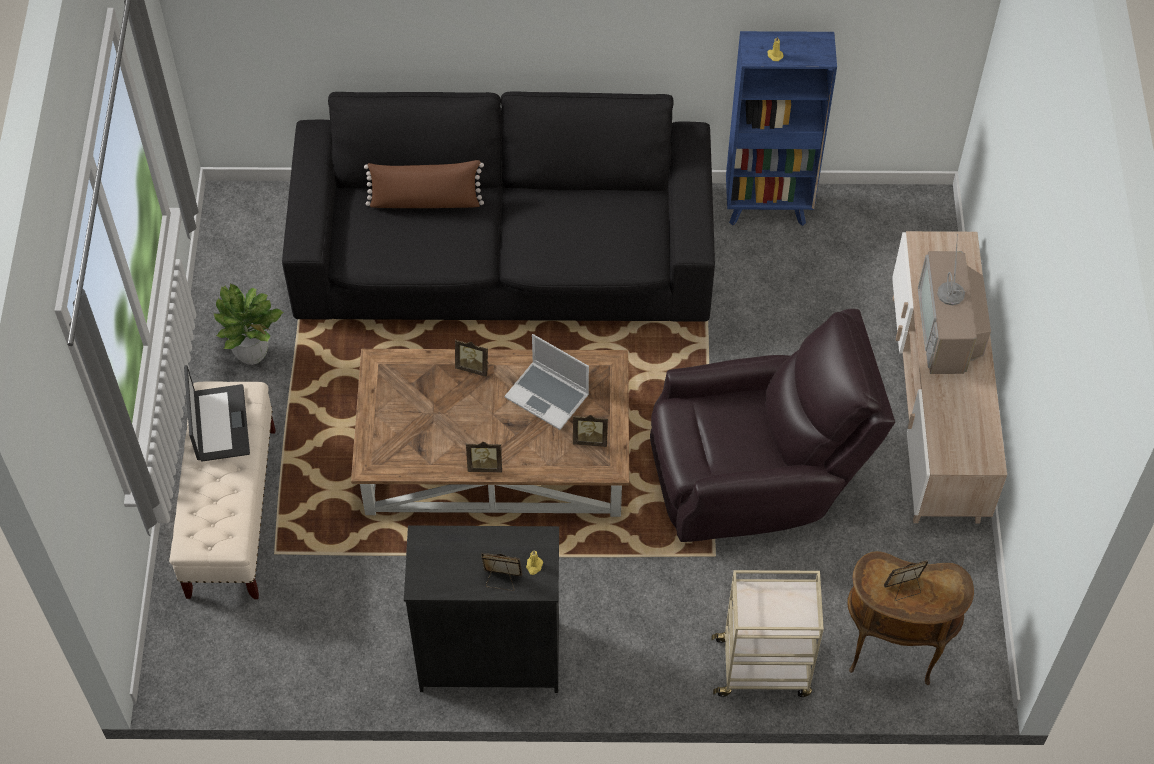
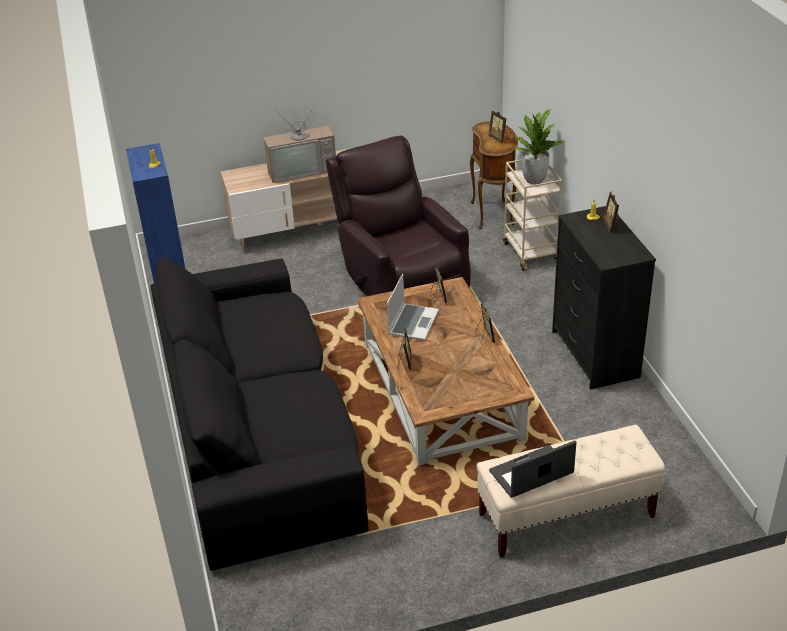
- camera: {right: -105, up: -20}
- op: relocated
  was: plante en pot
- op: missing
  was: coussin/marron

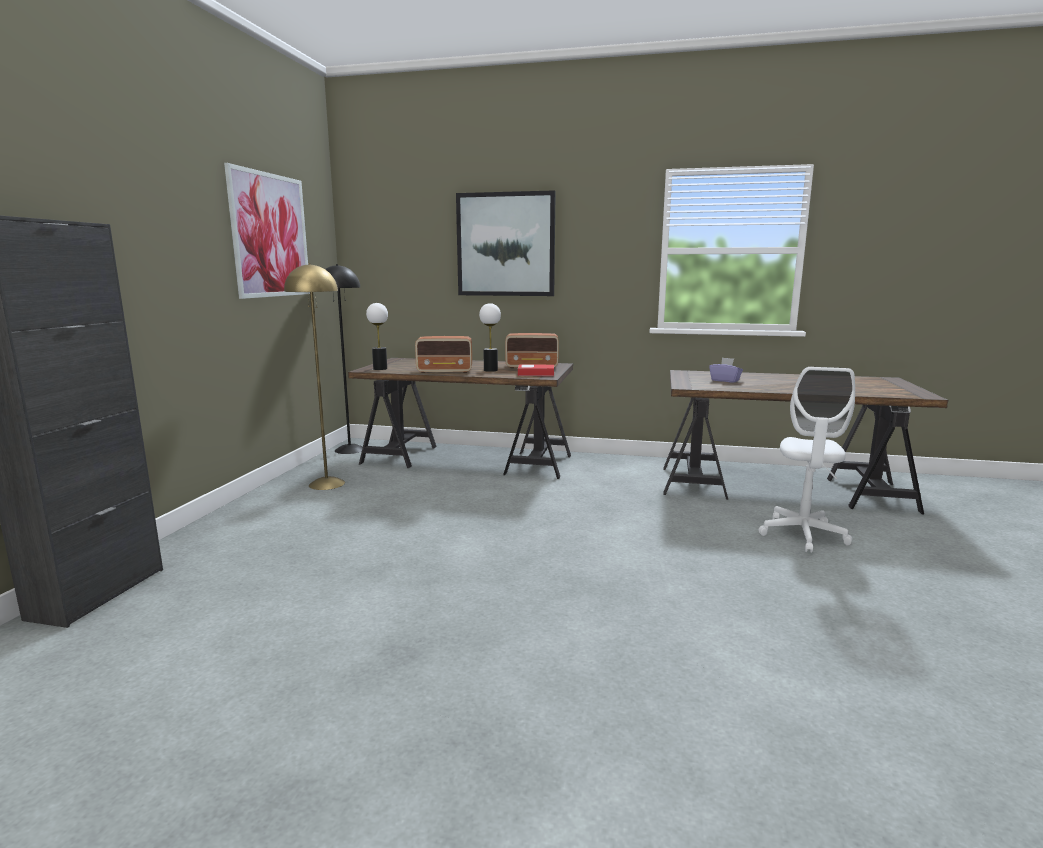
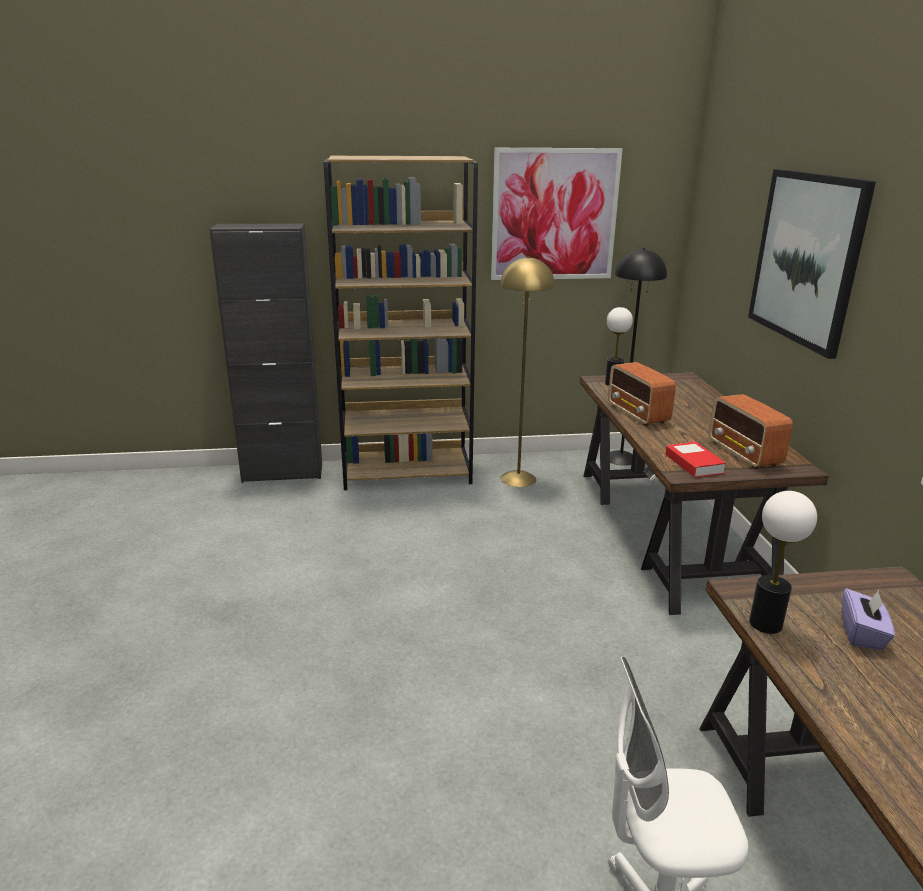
- camera: {right: 70, up: 10}
- op: appeared
  now: bibliothèque/marron
- op: relocated
  was: lampe de table (no. 2 from left)

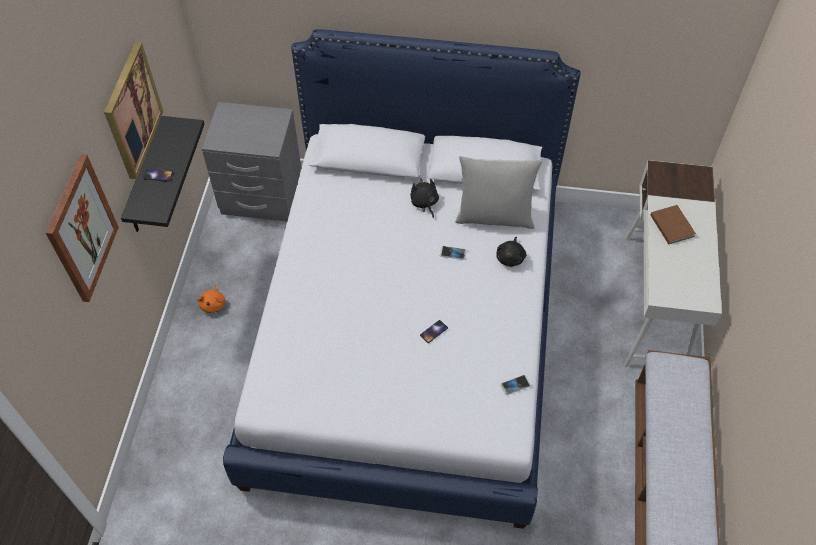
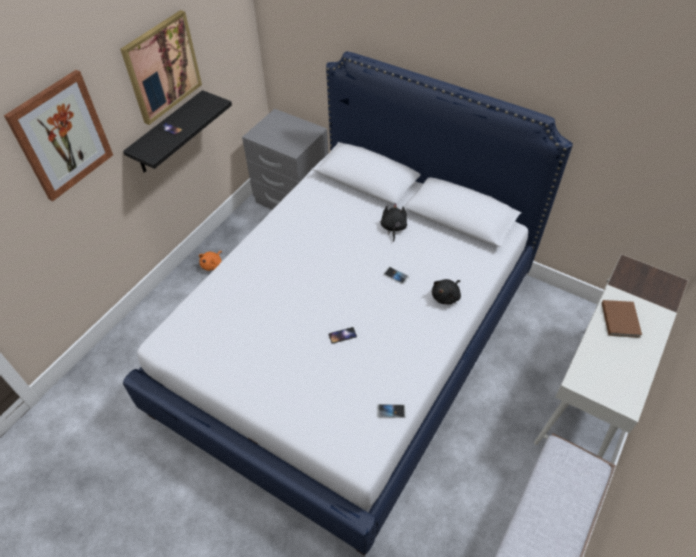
- camera: {right: 25, up: -5}
- op: missing
  was: coussin/gris

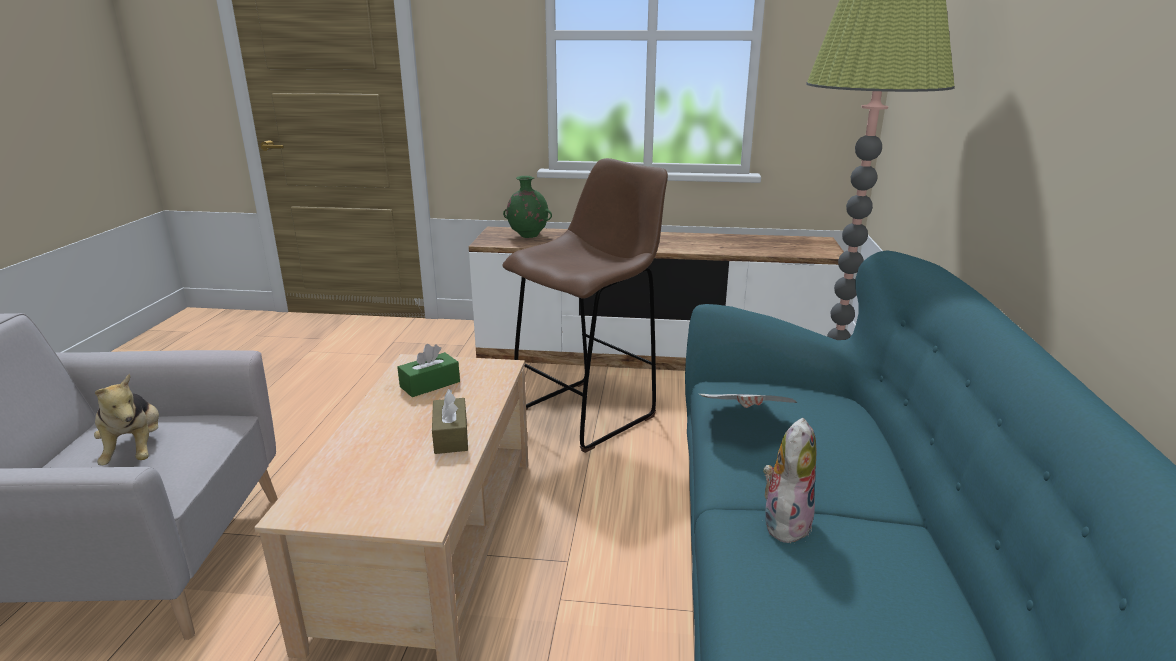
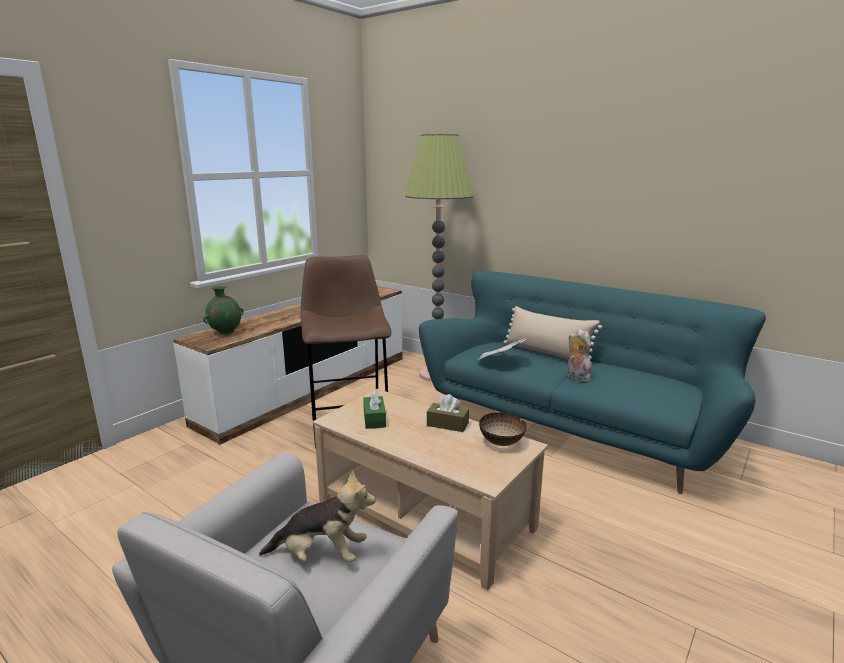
- camera: {right: -60, up: -5}
- op: appeared
  now: bol
- op: appeared
  now: coussin/beige

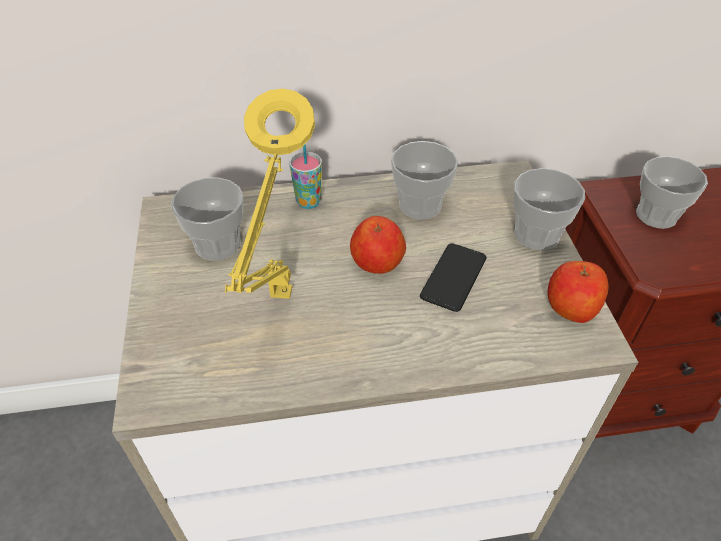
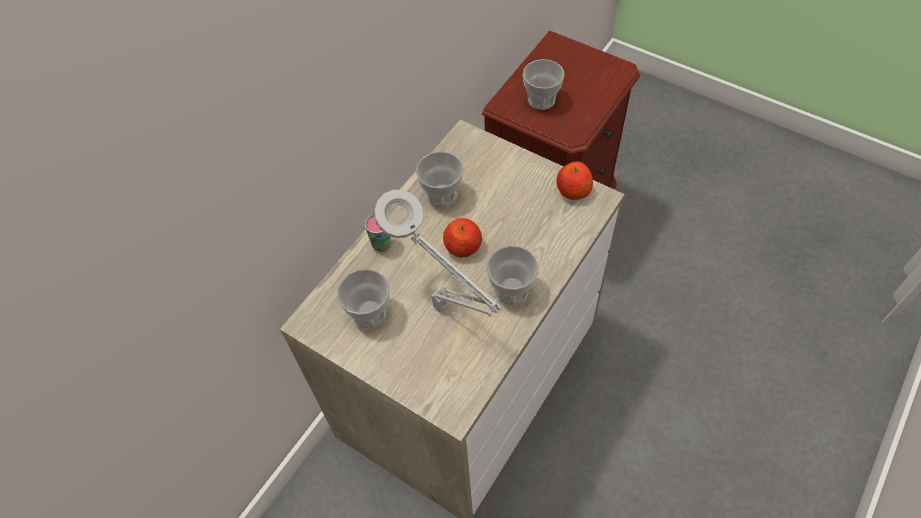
- camera: {right: -45, up: 10}
- op: colour
  was: lampe de table/jaune
  now: lampe de table/gris
- op: relocated
  was: tasse (no. 4 from left)
- op: missing
  was: téléphone

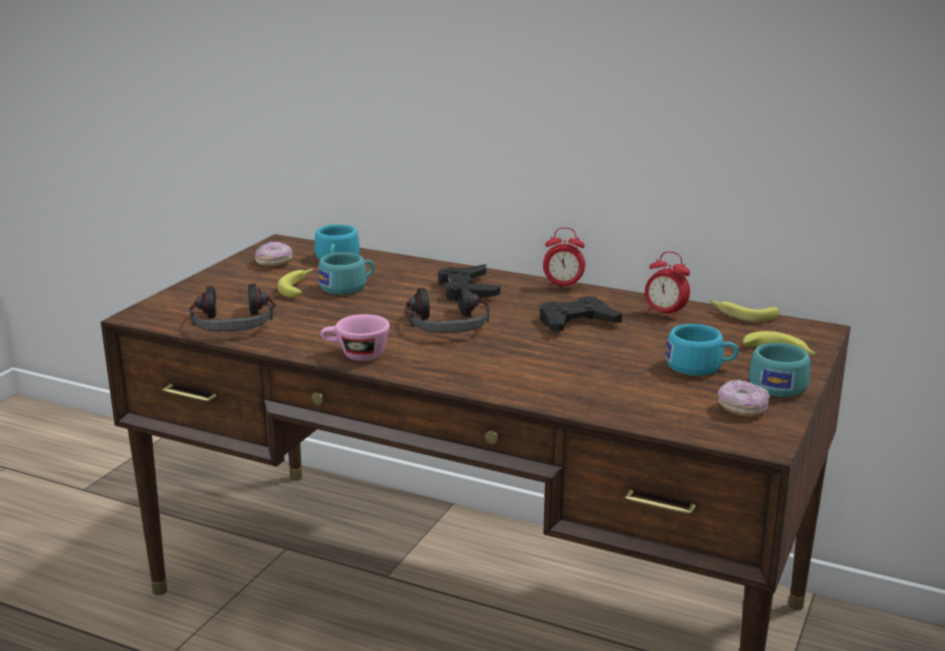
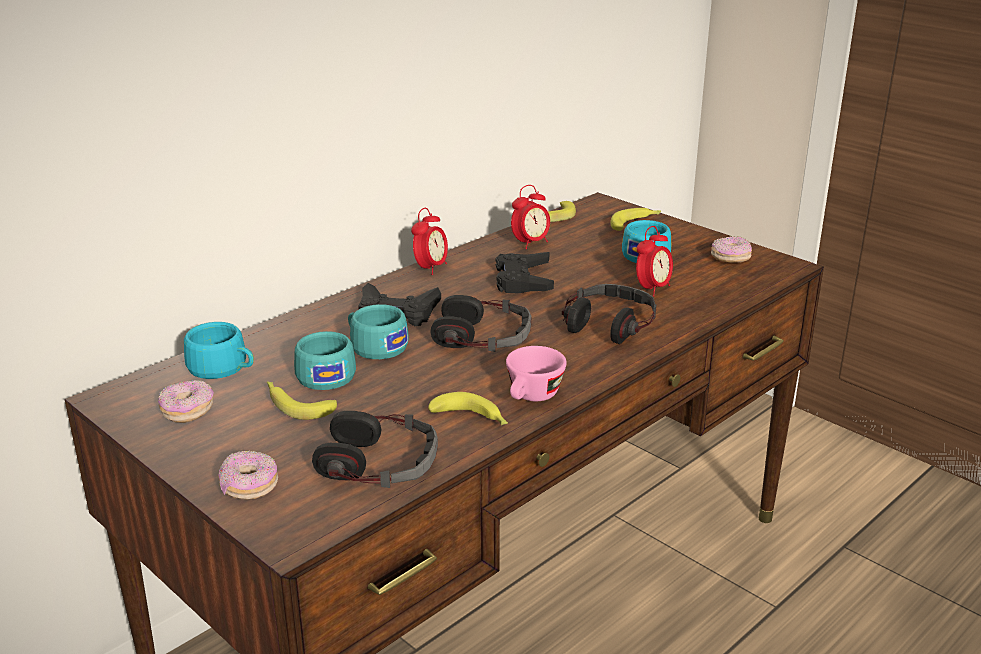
- camera: {right: -70, up: 5}
- op: appeared
  now: beignet (no. 2 from left)
- op: relocated
  was: tasse/turquoise (no. 4 from left in the first image)
  now: tasse/turquoise (no. 3 from left)
- op: appeared
  now: banane (no. 2 from left)
- op: appeared
  now: casque audio (no. 3 from left)
- op: appeared
  now: réveil (no. 3 from left)

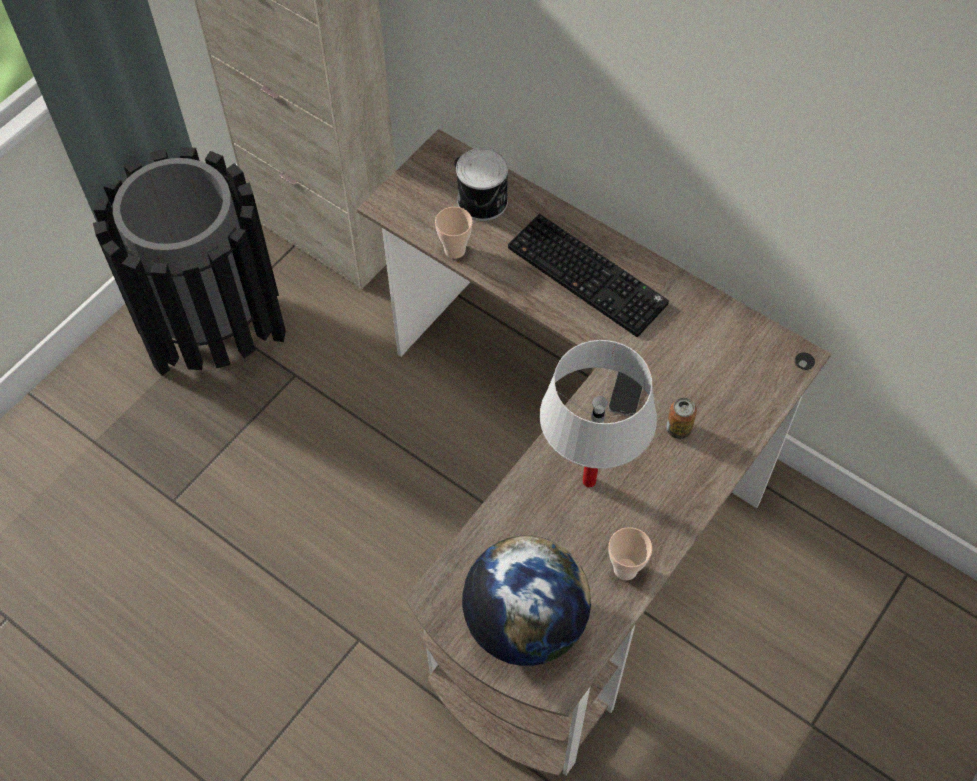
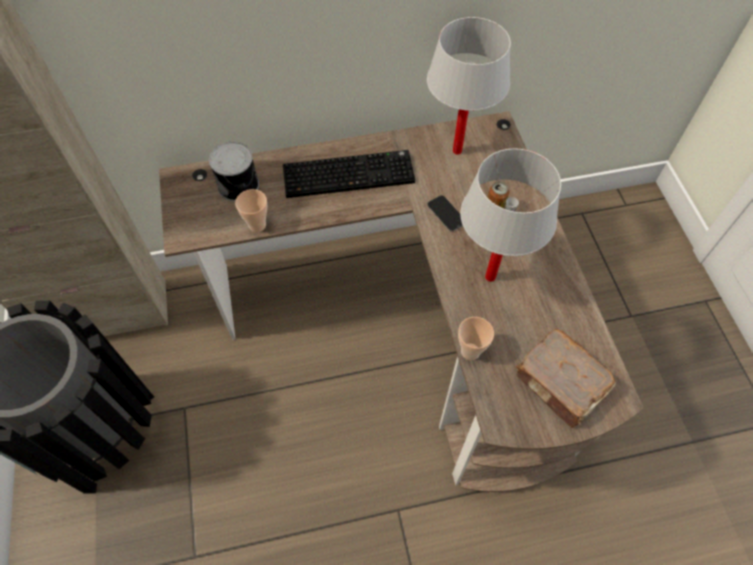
- camera: {right: -50, up: 0}
- op: appeared
  now: lampe de table/blanc (no. 1 from left)
- op: relocated
  was: tasse (no. 2 from left)
- op: exchanged
  was: globe
  now: livre/marron

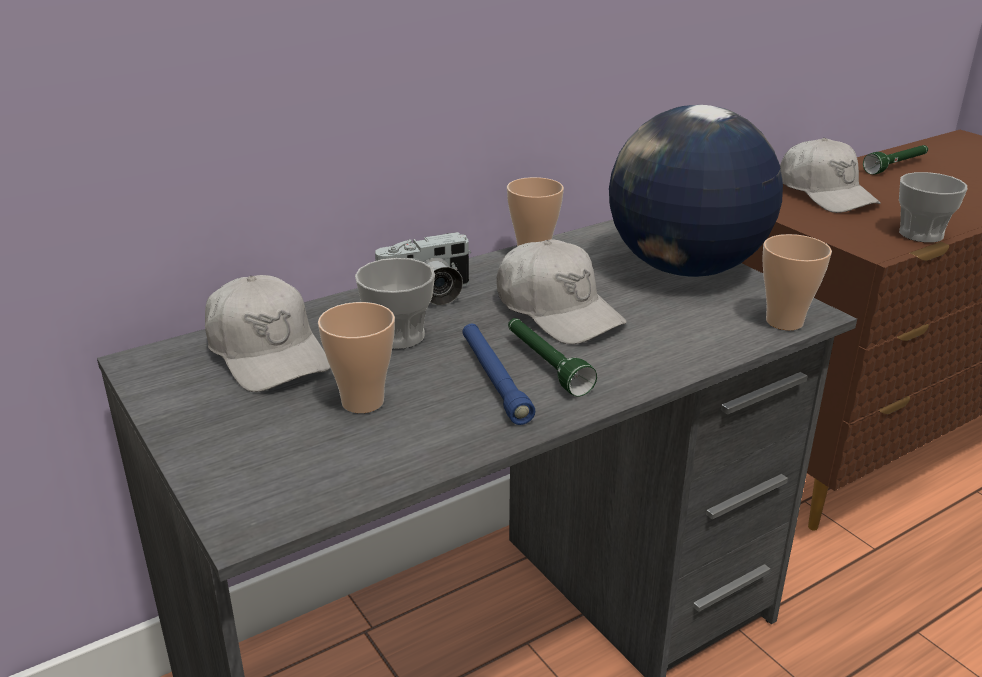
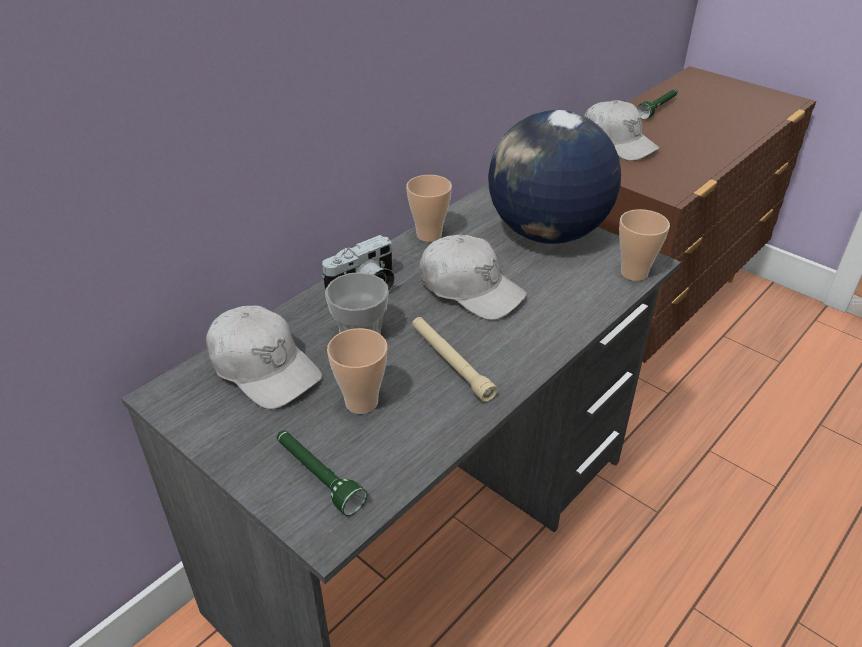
- camera: {right: -15, up: 10}
- op: relocated
  was: lampe de poche/vert (no. 1 from left)
- op: colour
  was: lampe de poche/bleu
  now: lampe de poche/beige
- op: missing
  was: tasse (no. 5 from left)

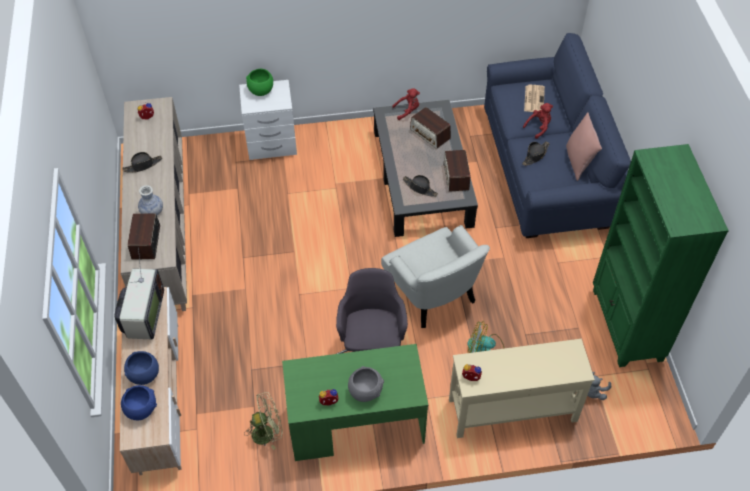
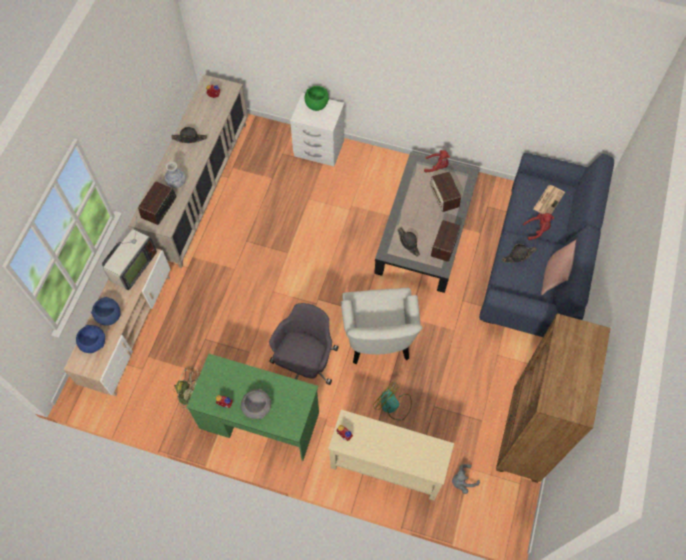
- camera: {right: 25, up: 10}
- op: colour
  was: bibliothèque/vert
  now: bibliothèque/marron

